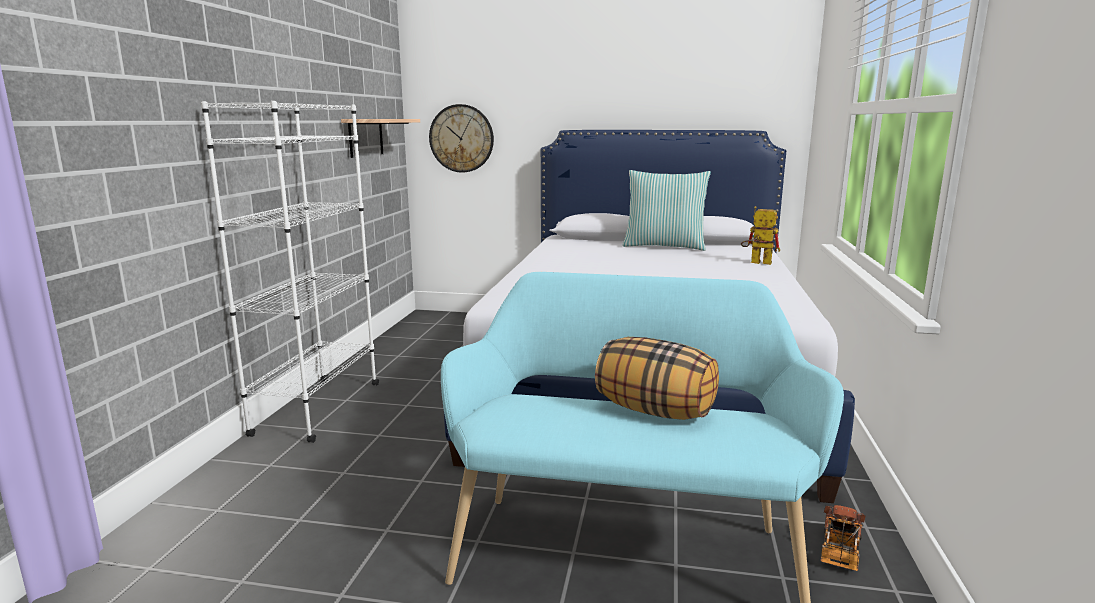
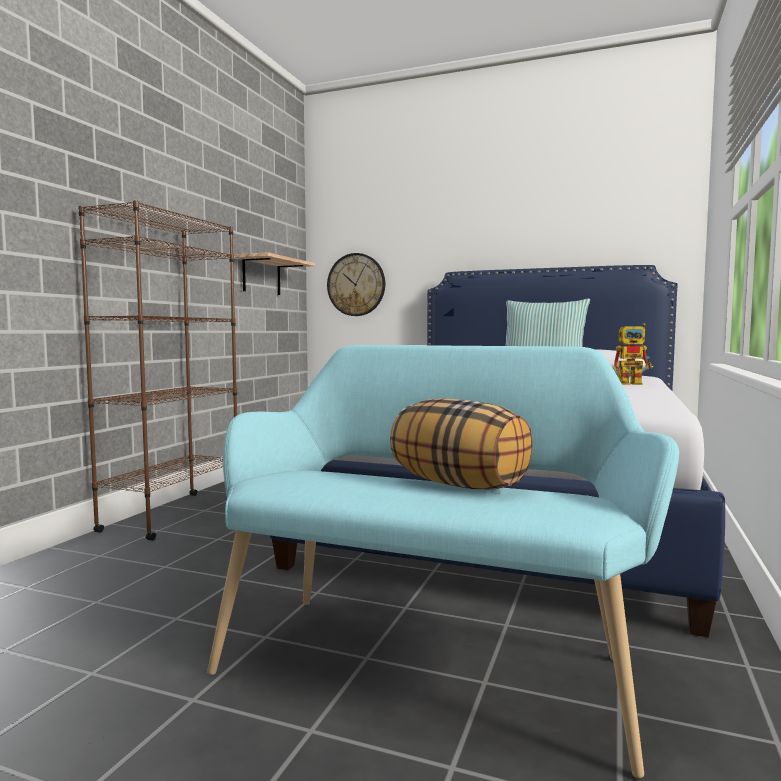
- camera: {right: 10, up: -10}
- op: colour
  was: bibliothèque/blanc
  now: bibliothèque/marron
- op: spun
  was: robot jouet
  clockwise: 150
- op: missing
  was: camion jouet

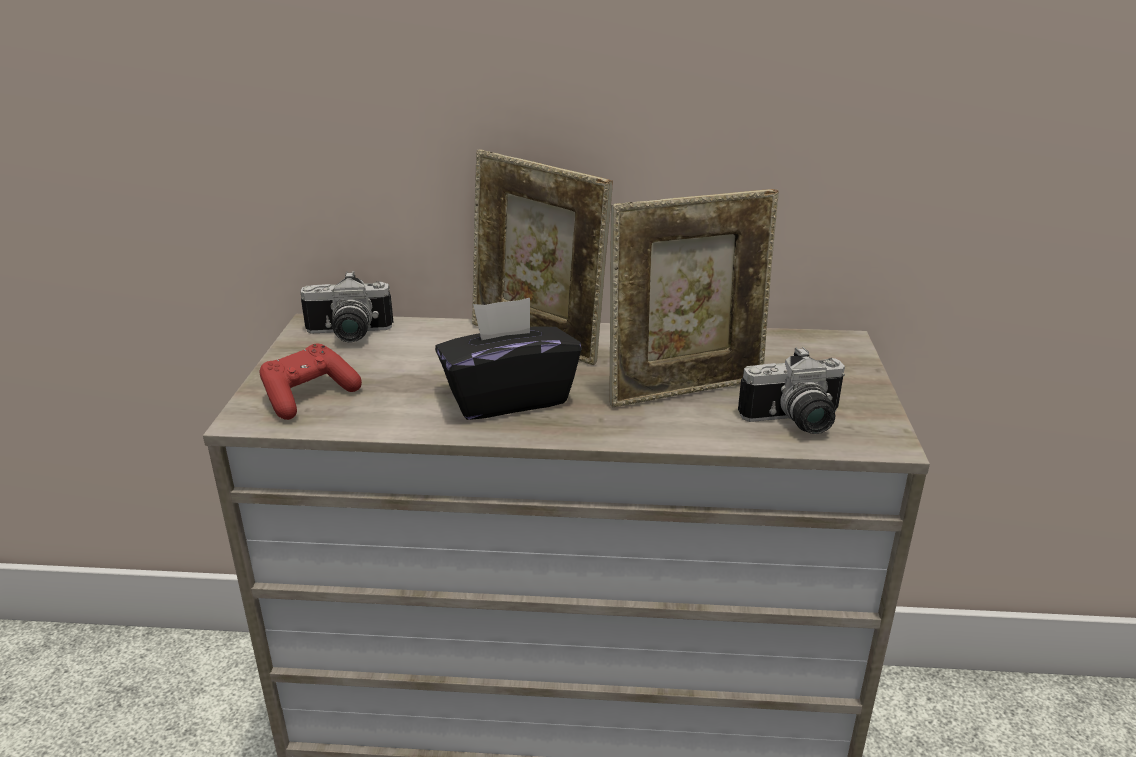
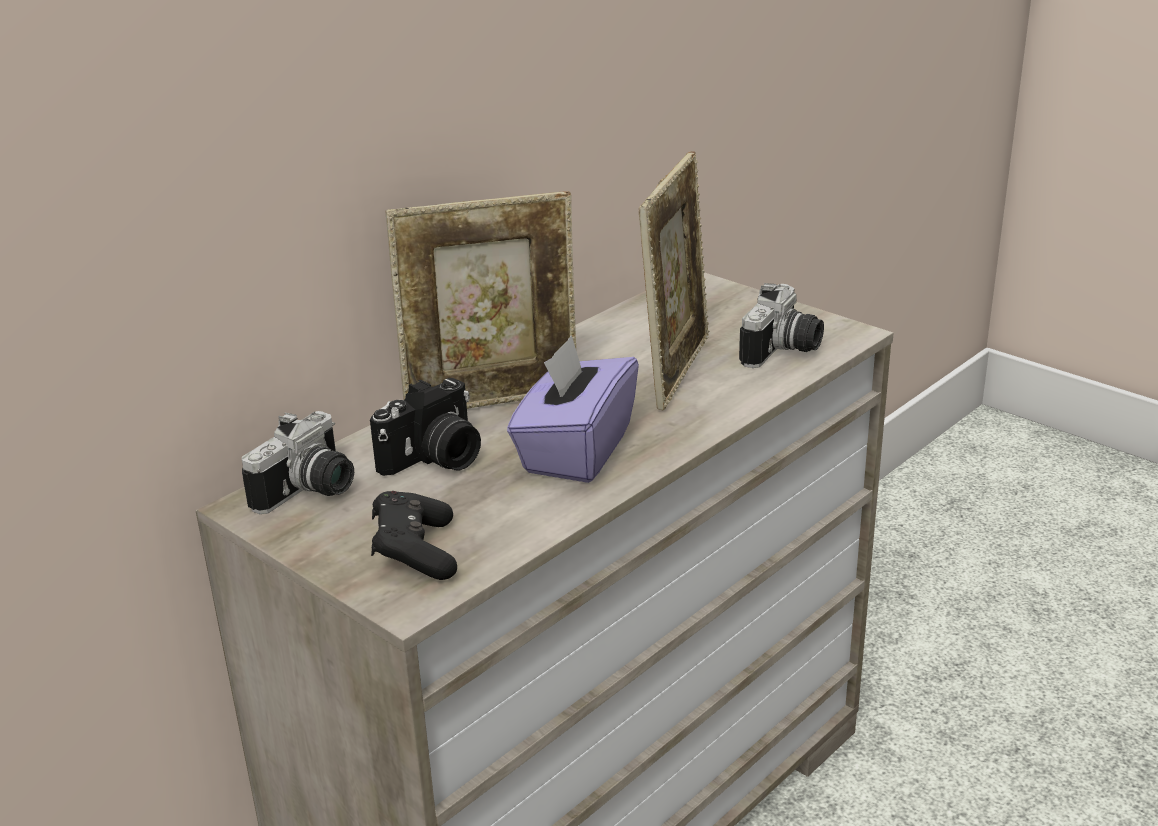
- camera: {right: -50, up: 0}
- op: appeared
  now: appareil photo (no. 2 from left)
- op: colour
  was: manette/rouge
  now: manette/noir
- op: colour
  was: boîte à mouchoirs/noir
  now: boîte à mouchoirs/violet

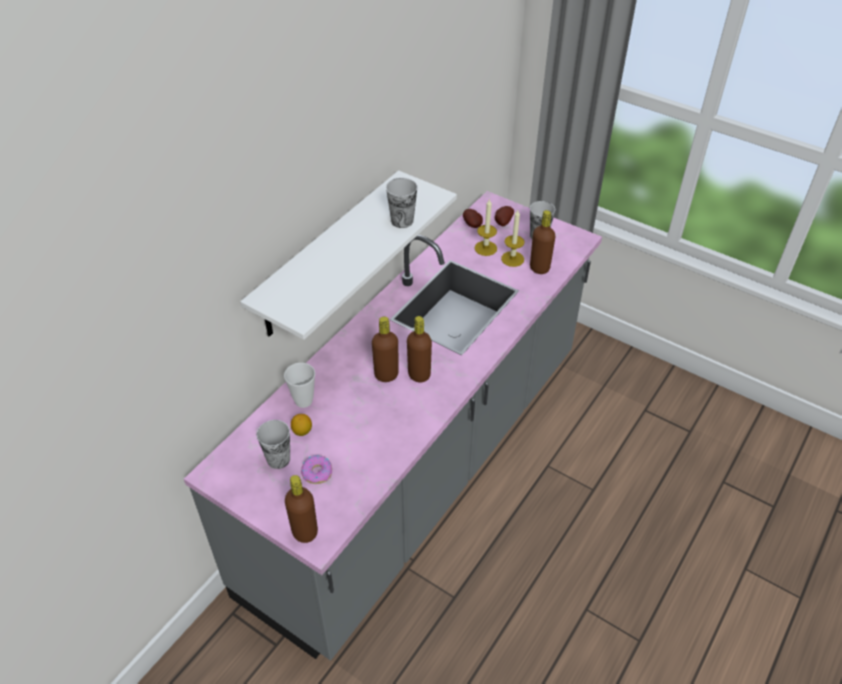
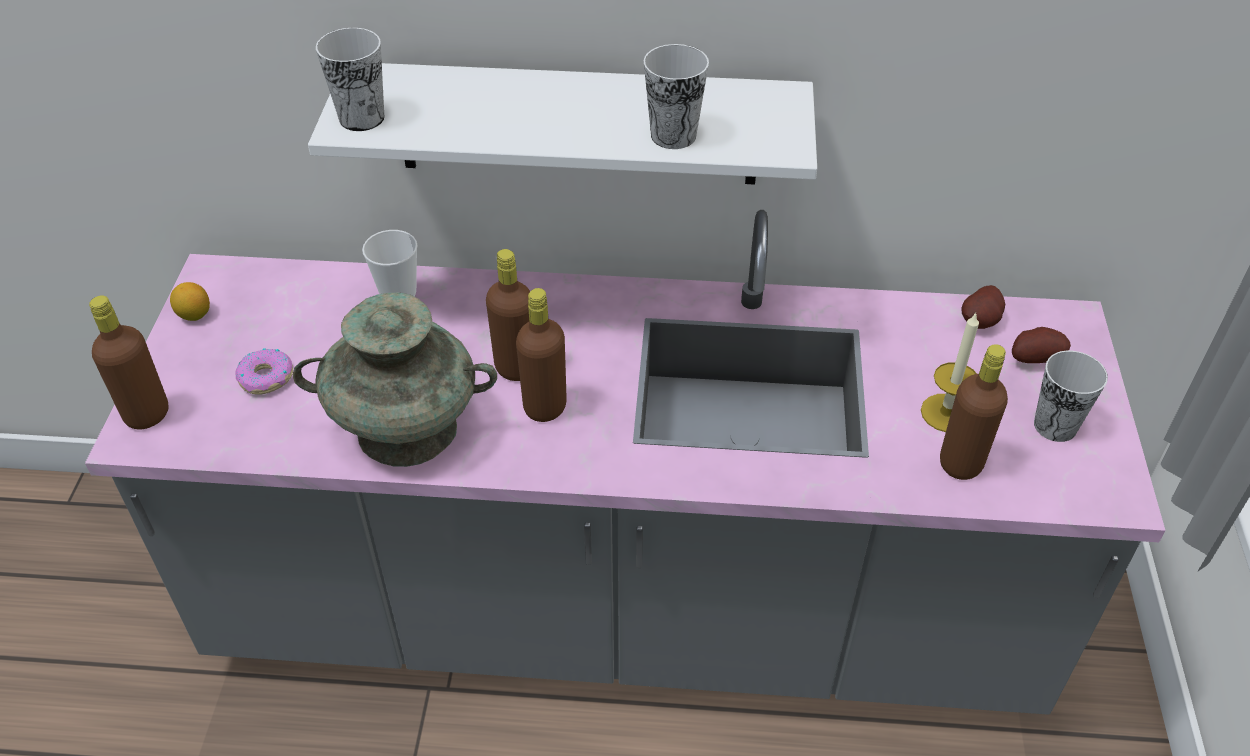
- camera: {right: 60, up: 0}
- op: relocated
  was: citron
- op: appeared
  now: vase/turquoise
- op: relocated
  was: tasse (no. 1 from left)
- op: missing
  was: bougie (no. 1 from left)

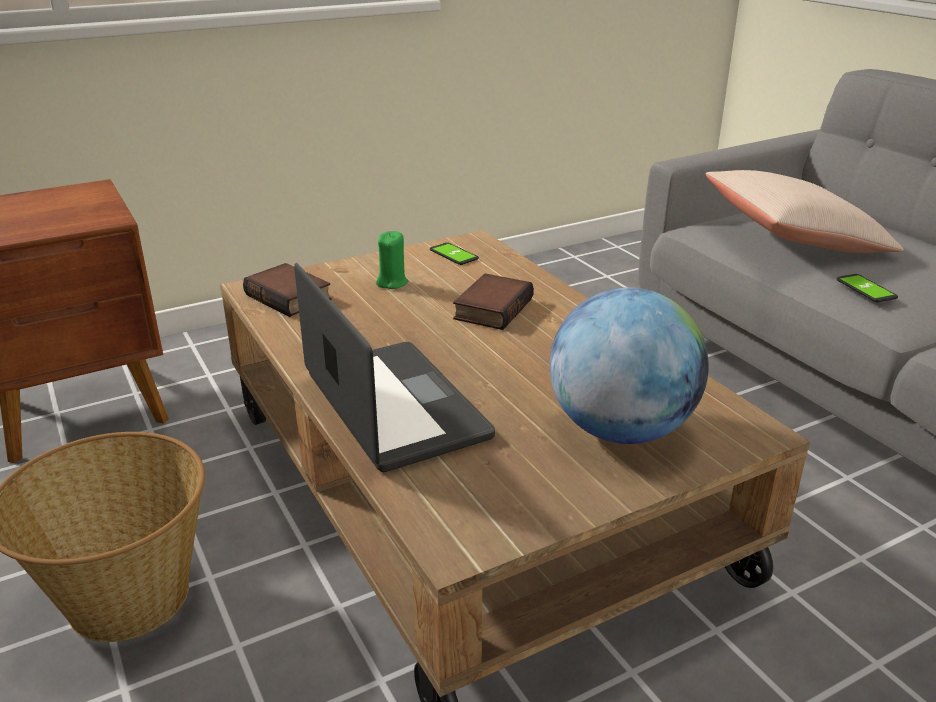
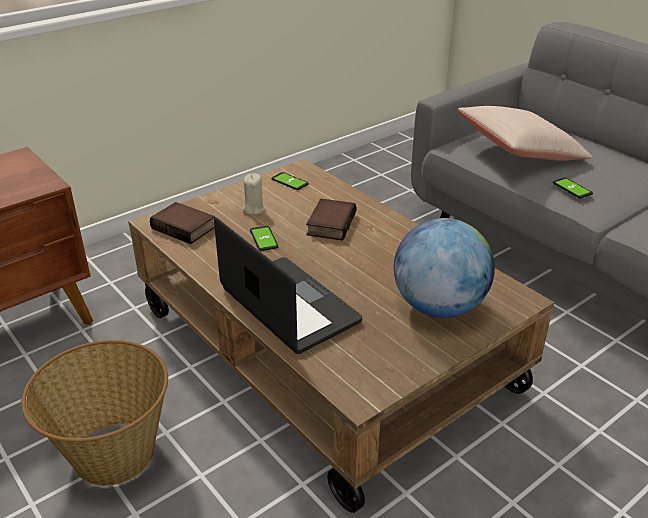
- camera: {right: -10, up: 5}
- op: colour
  was: bougie/vert
  now: bougie/beige
- op: appeared
  now: téléphone (no. 1 from left)

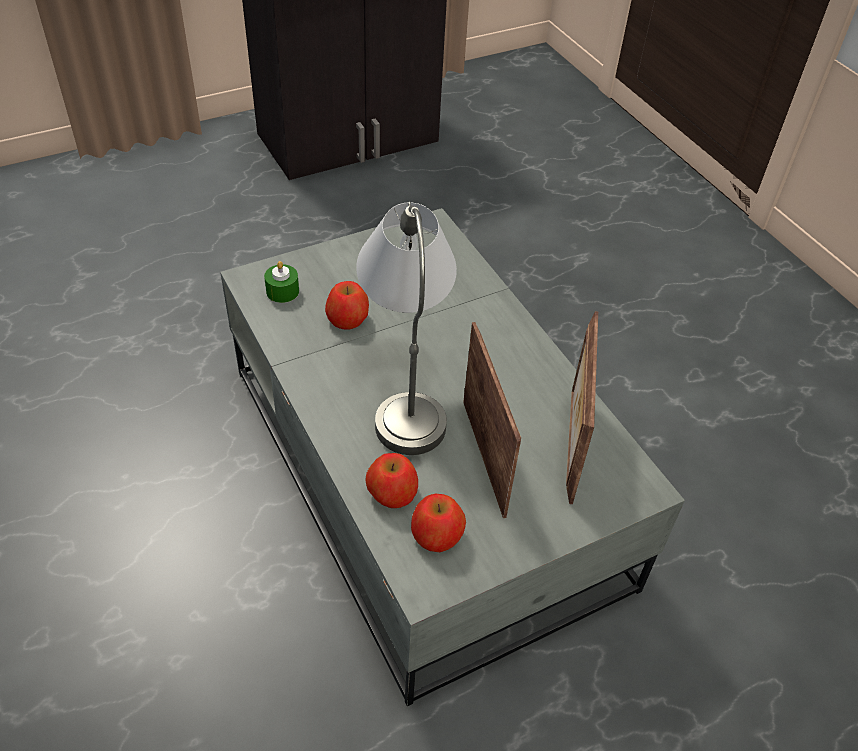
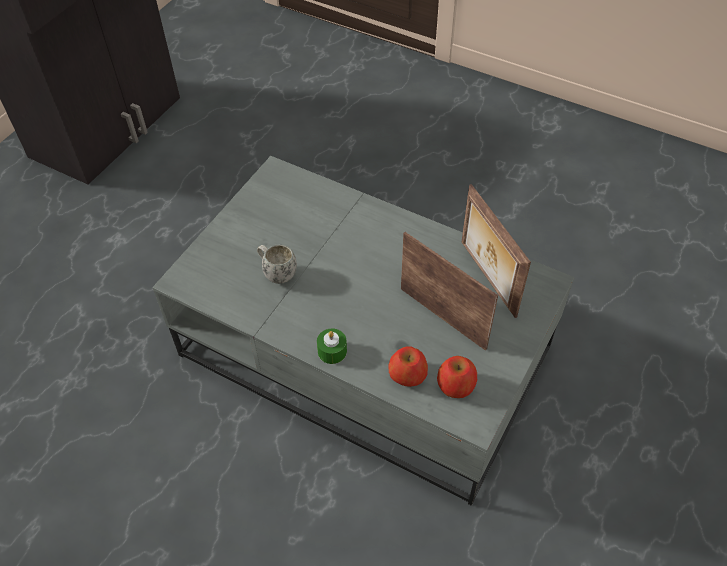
- camera: {right: -30, up: 5}
- op: exchanged
  was: pomme (no. 1 from left)
  now: mug/blanc
- op: relocated
  was: bougie/vert
- op: missing
  was: lampe de table/gris

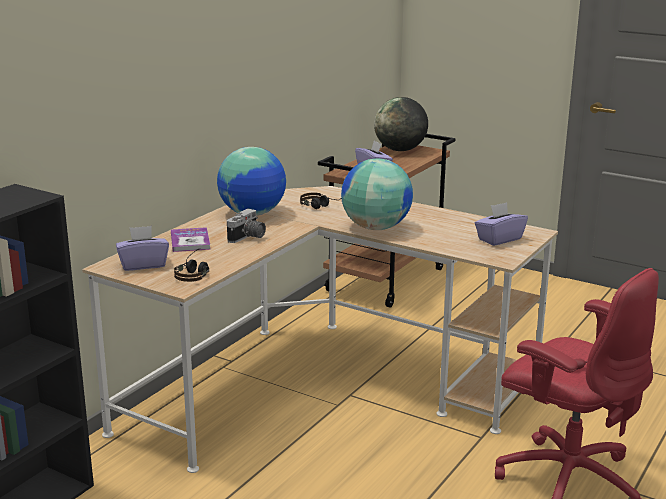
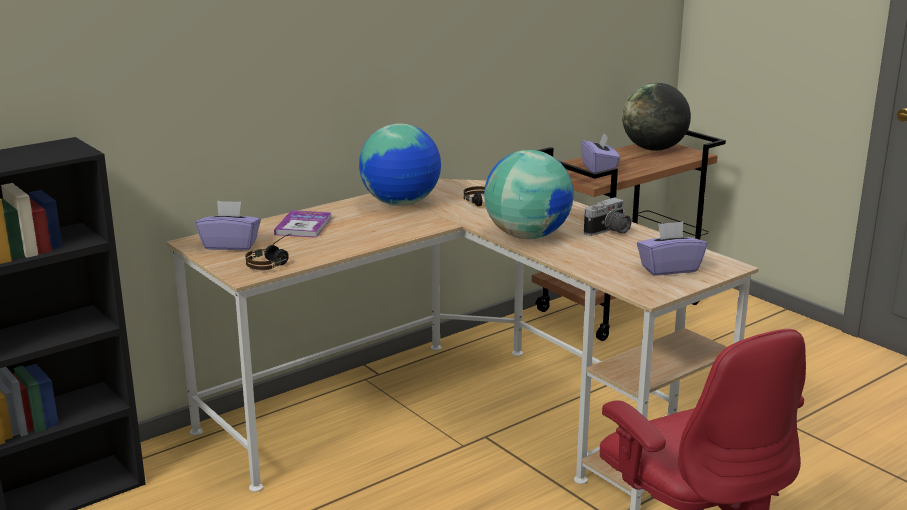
- camera: {right: 20, up: 0}
- op: relocated
  was: appareil photo

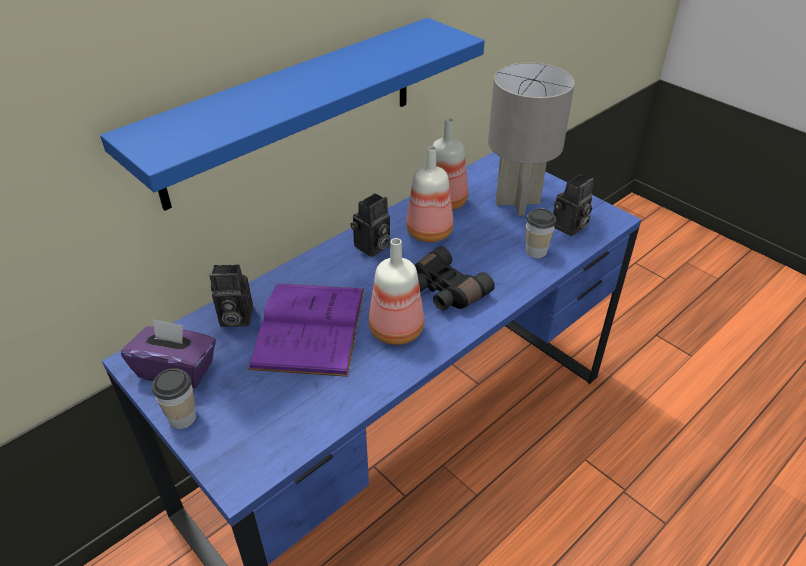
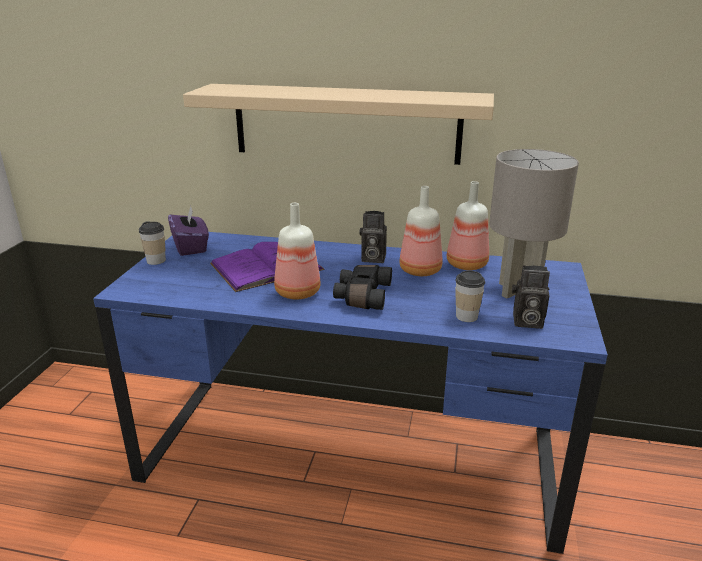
- camera: {right: 55, up: -15}
- op: colour
  was: étagère/bleu
  now: étagère/beige
- op: missing
  was: appareil photo (no. 1 from left)

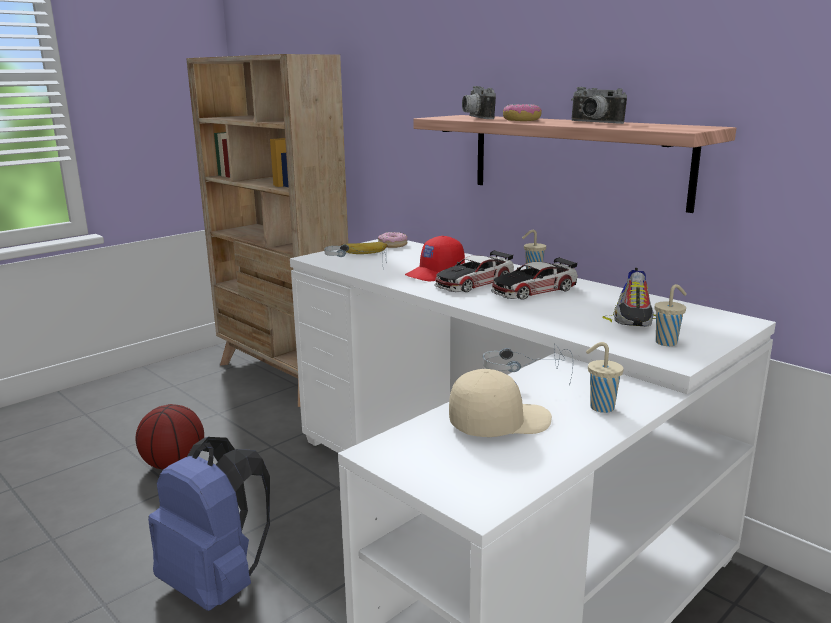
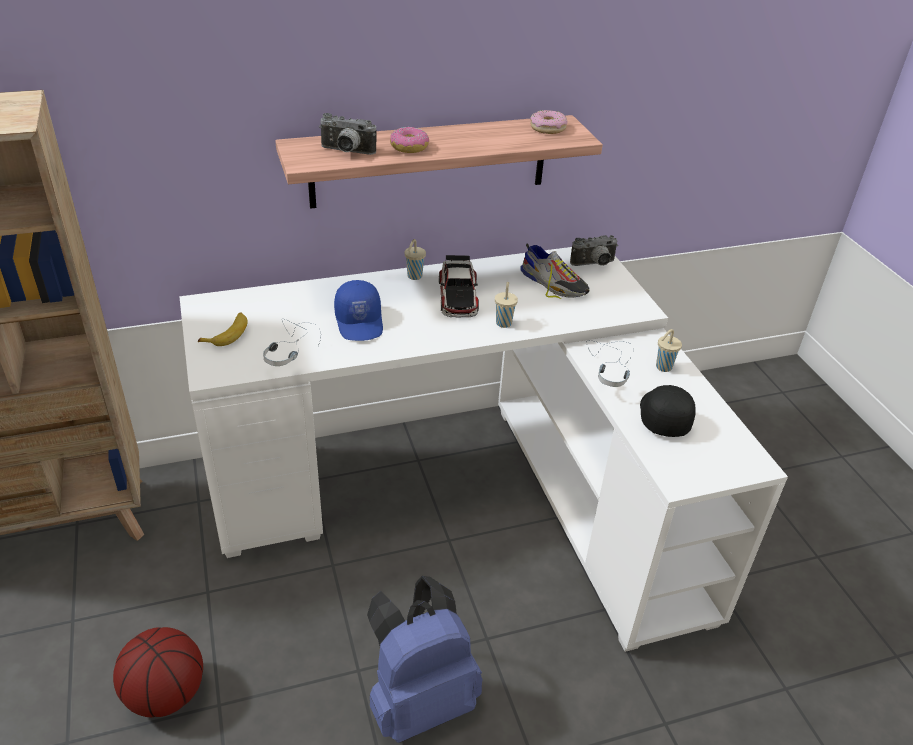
- camera: {right: -65, up: 20}
- op: colour
  was: casquette/rouge
  now: casquette/bleu
- op: relocated
  was: tasse/beige (no. 3 from left in the first image)
  now: tasse/beige (no. 2 from left)
- op: relocated
  was: beignet (no. 1 from left in the first image)
  now: beignet (no. 2 from left)
- op: relocated
  was: appareil photo (no. 2 from left)
- op: colour
  was: casquette/beige
  now: casquette/noir
- op: missing
  was: petite voiture (no. 1 from left)

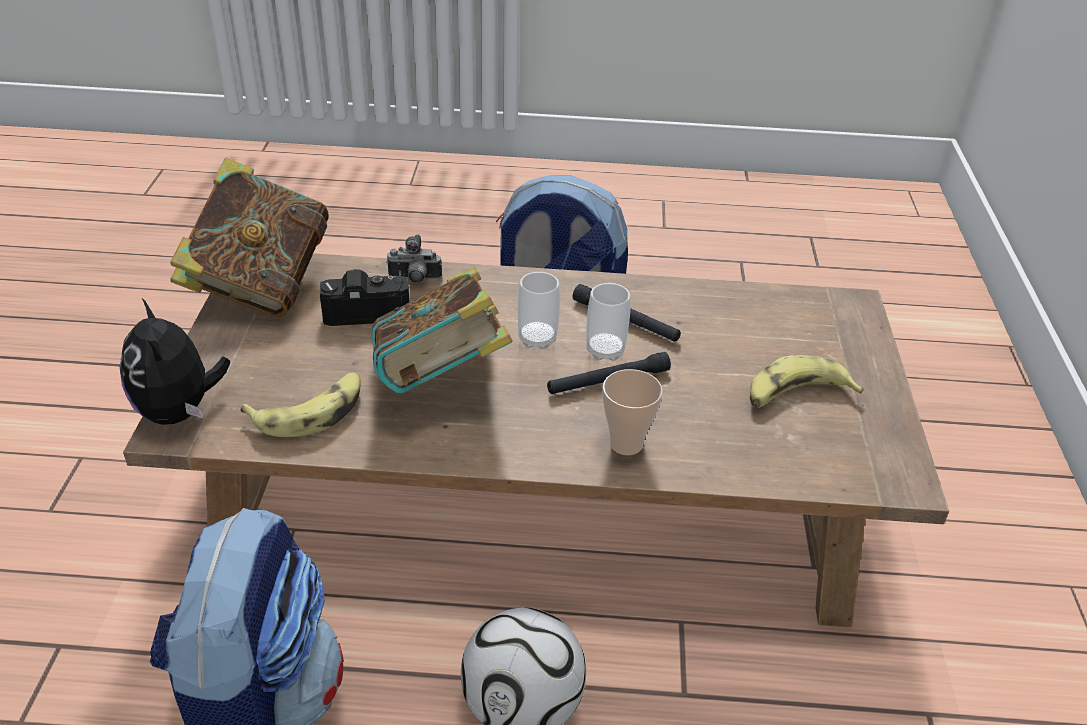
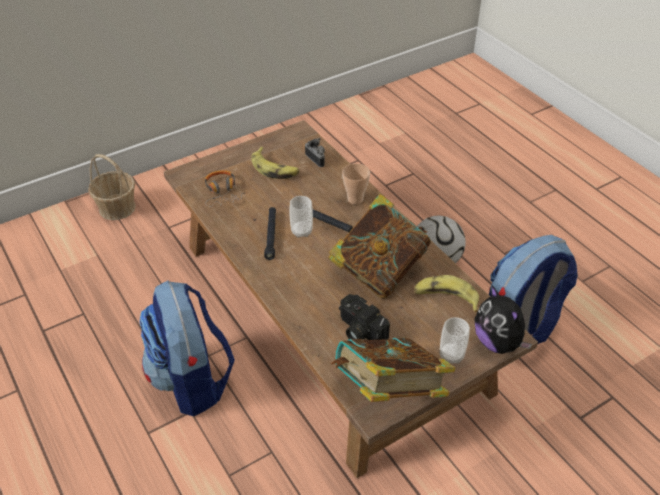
- camera: {right: -125, up: 5}
- op: appeared
  now: panier
- op: appeared
  now: casque audio
- op: relocated
  was: appareil photo (no. 2 from left in the first image)
  now: appareil photo (no. 1 from left)
- op: relocated
  was: tasse (no. 1 from left in the first image)
  now: tasse (no. 3 from left)
- op: spun
  was: peluche
  clockwise: 120

